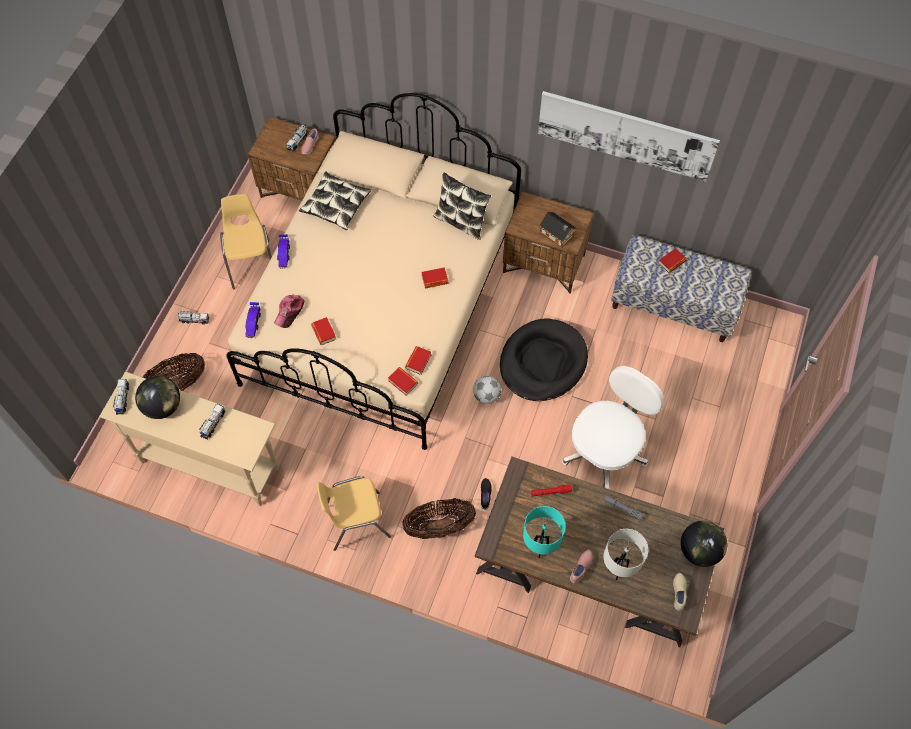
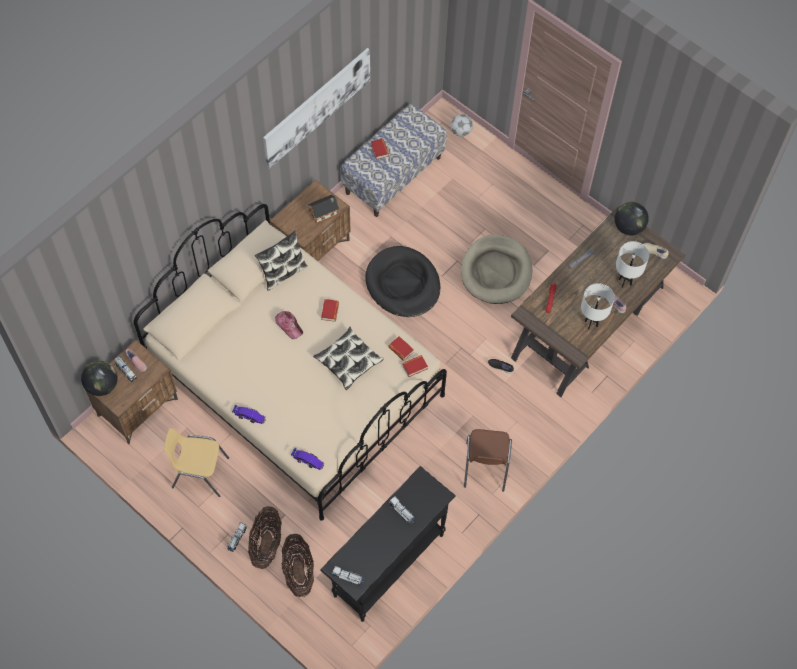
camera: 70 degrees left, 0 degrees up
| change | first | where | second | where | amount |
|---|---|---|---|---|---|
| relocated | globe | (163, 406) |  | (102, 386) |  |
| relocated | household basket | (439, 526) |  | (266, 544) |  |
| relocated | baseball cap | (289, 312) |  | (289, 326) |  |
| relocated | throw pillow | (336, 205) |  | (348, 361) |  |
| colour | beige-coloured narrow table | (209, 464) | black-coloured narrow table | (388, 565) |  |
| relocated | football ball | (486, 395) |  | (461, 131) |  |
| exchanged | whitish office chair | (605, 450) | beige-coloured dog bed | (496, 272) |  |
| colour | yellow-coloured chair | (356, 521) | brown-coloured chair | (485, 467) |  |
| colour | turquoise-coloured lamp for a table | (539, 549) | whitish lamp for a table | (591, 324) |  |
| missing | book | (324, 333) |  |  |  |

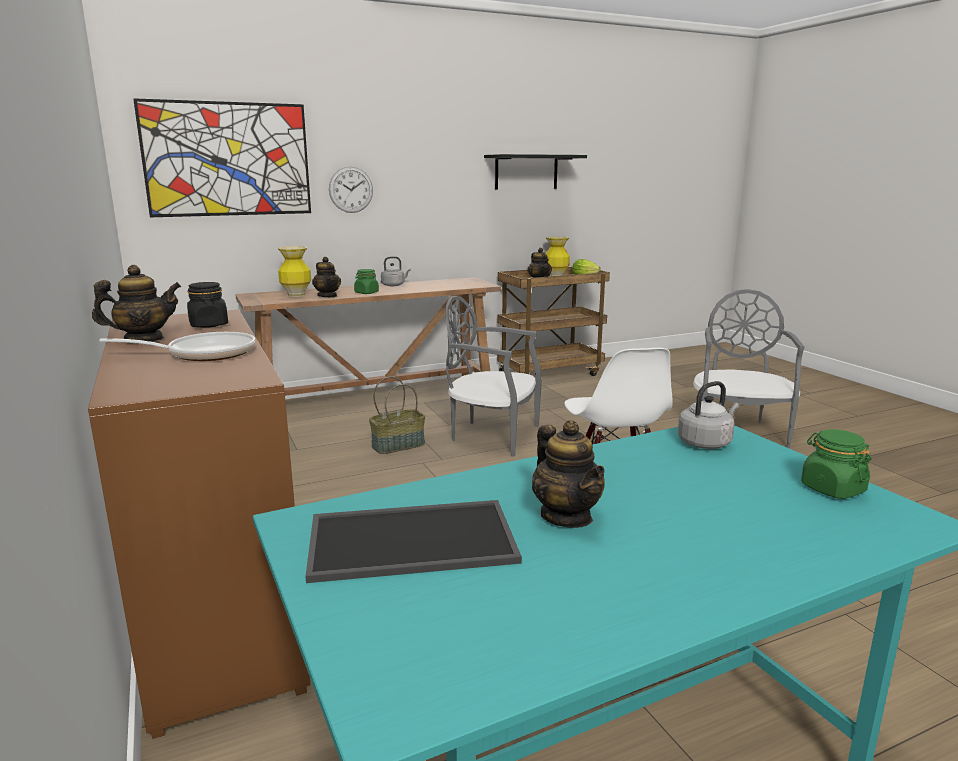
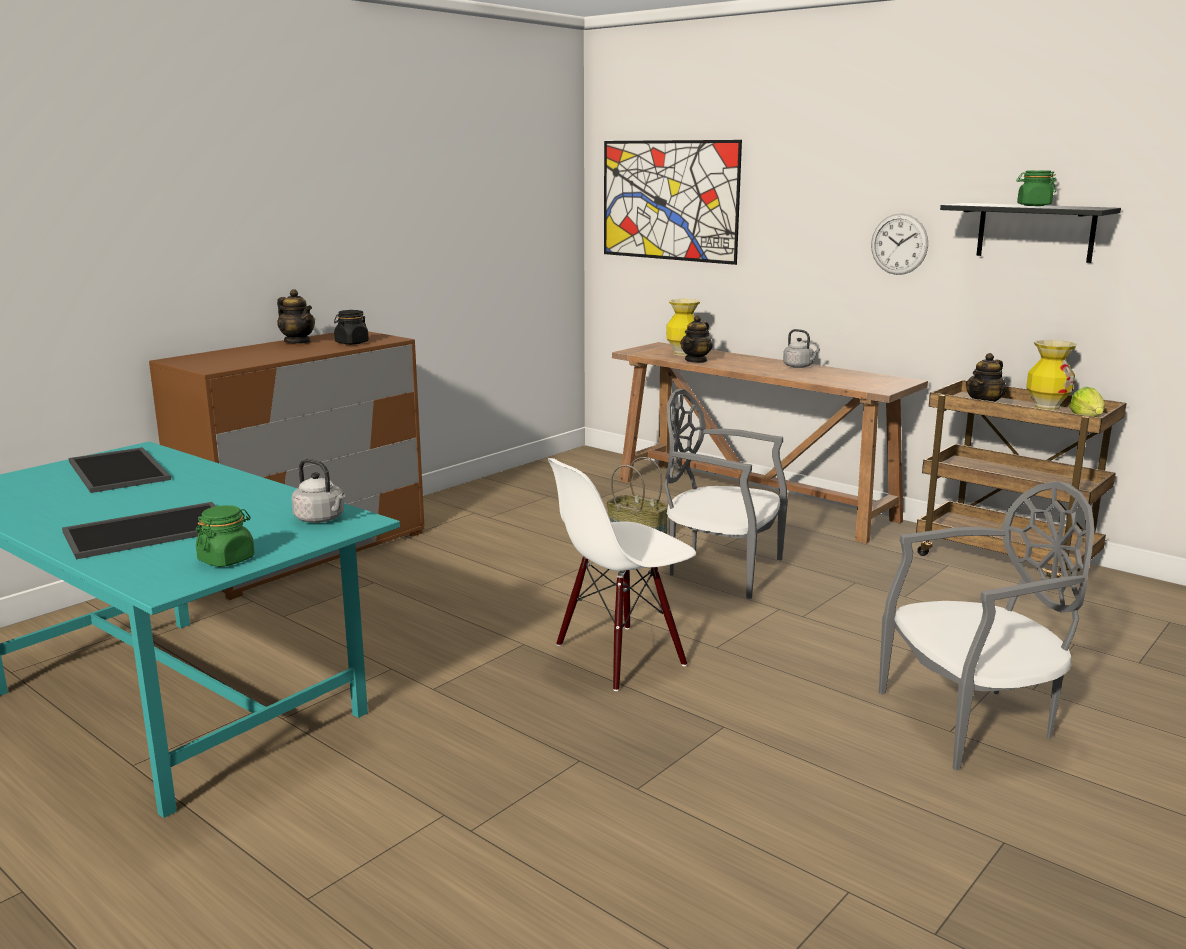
camera: 65 degrees right, 0 degrees up
| change | first | where | second | where | amount |
|---|---|---|---|---|---|
| appeared |  |  | carrying tray | (150, 530) |  |
| spun | greyish chair | (492, 435) |  | (721, 570) | 60 degrees counterclockwise |
| relocated | wall clock | (351, 189) |  | (899, 244) |  |
| relocated | green preserve jar | (366, 293) |  | (1033, 205) |  |
| missing | frying pan | (204, 353) |  |  |  |
| missing | tea pot | (566, 516) |  |  |  |

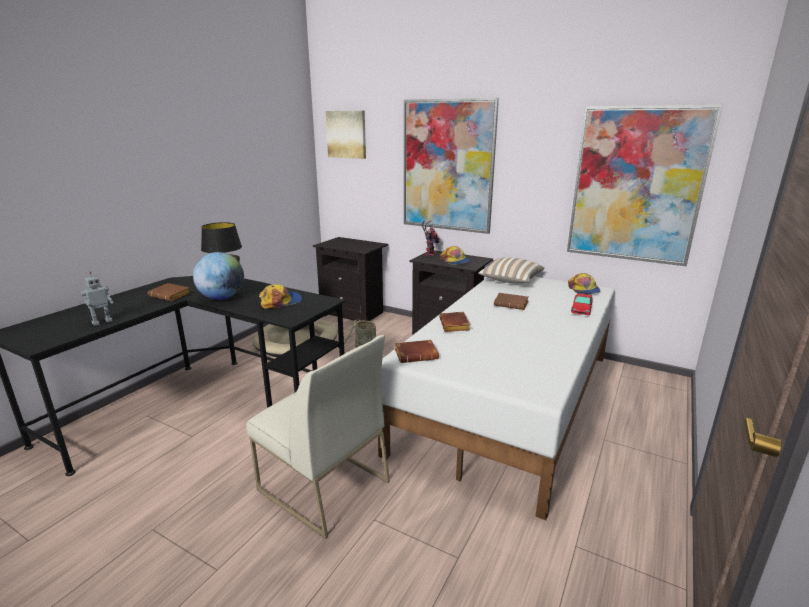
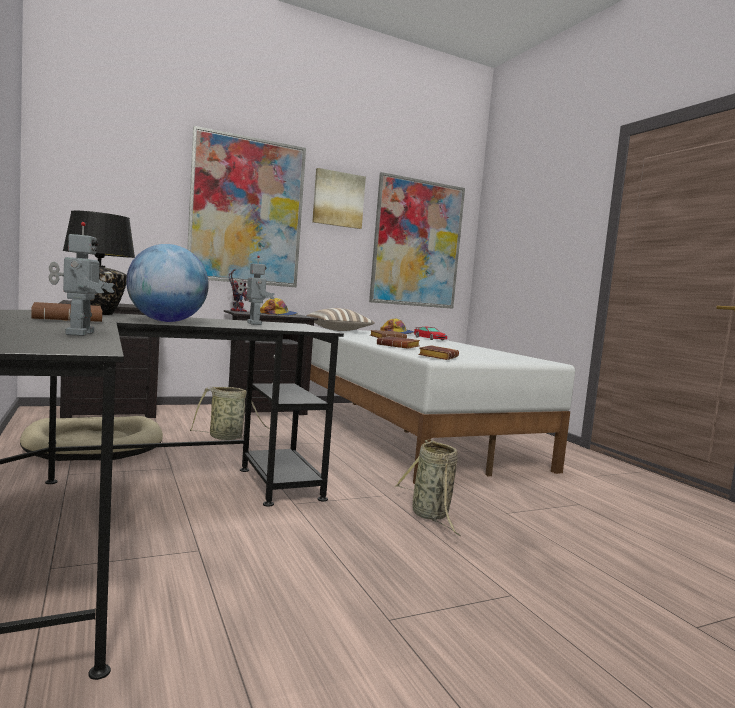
camera: 55 degrees left, 15 degrees down
| change | first | where | second | where | amount |
|---|---|---|---|---|---|
| exchanged | baseball cap | (280, 301) | toy robot | (252, 323) |  |
| relocated | picture | (346, 134) |  | (338, 199) |  |
| exchanged | whitish chair | (322, 486) | household basket | (431, 516) |  |

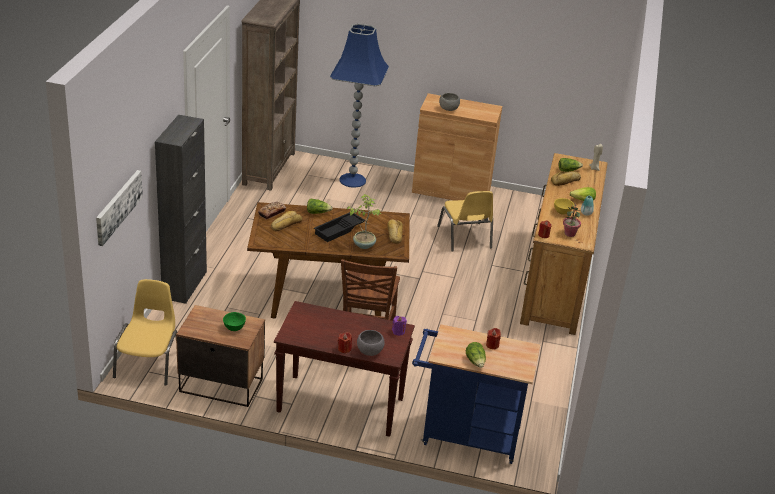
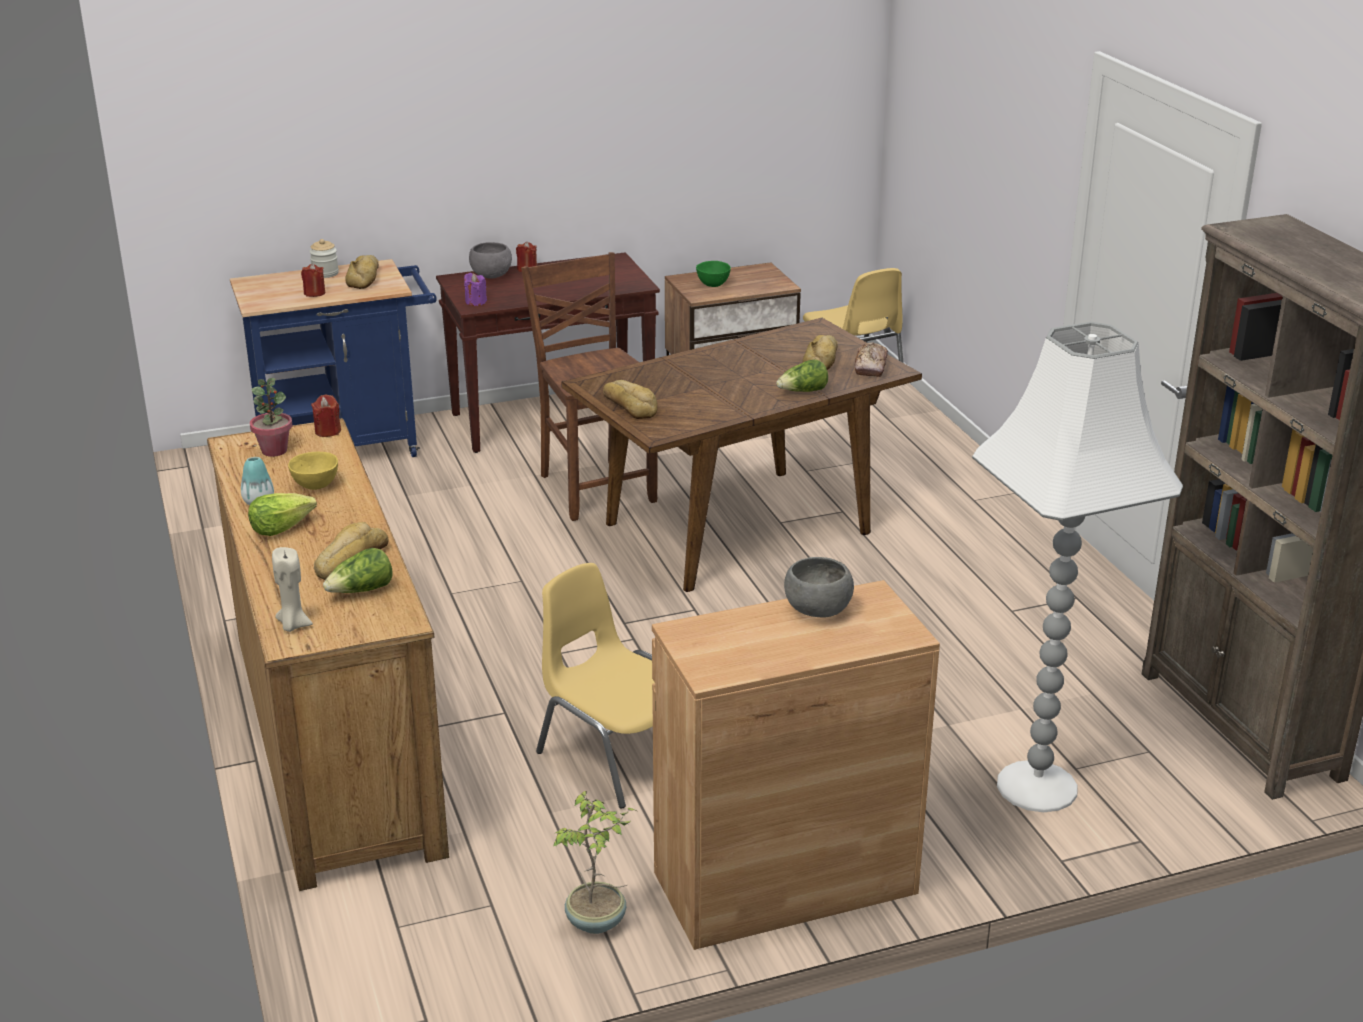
camera: 150 degrees right, 5 degrees down
| change | first | where | second | where | amount |
|---|---|---|---|---|---|
| exchanged | head of lettuce | (475, 362) | preserve jar | (325, 273) |  |
| appeared |  |  | bread | (365, 277) |  |
| relocated | plant in a pot | (363, 245) |  | (597, 922) |  |
| colour | blue standard lamp | (352, 180) | whitish standard lamp | (1037, 785) |  |
| missing | picture | (118, 206) |  |  |  |
| missing | black-coloured storage cabinet | (184, 285) |  |  |  |
| missing | black-coloured carrying tray | (339, 230) |  |  |  |

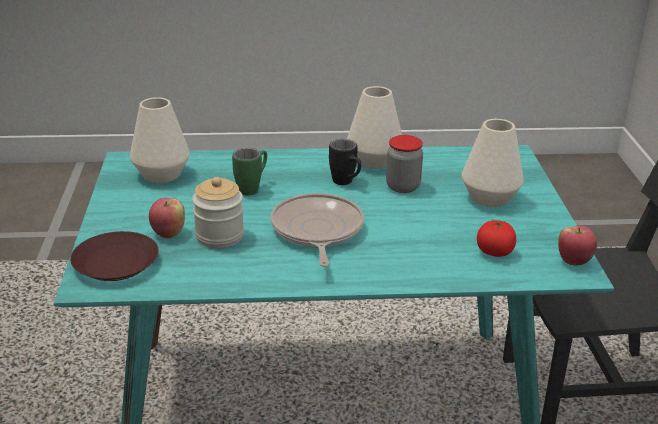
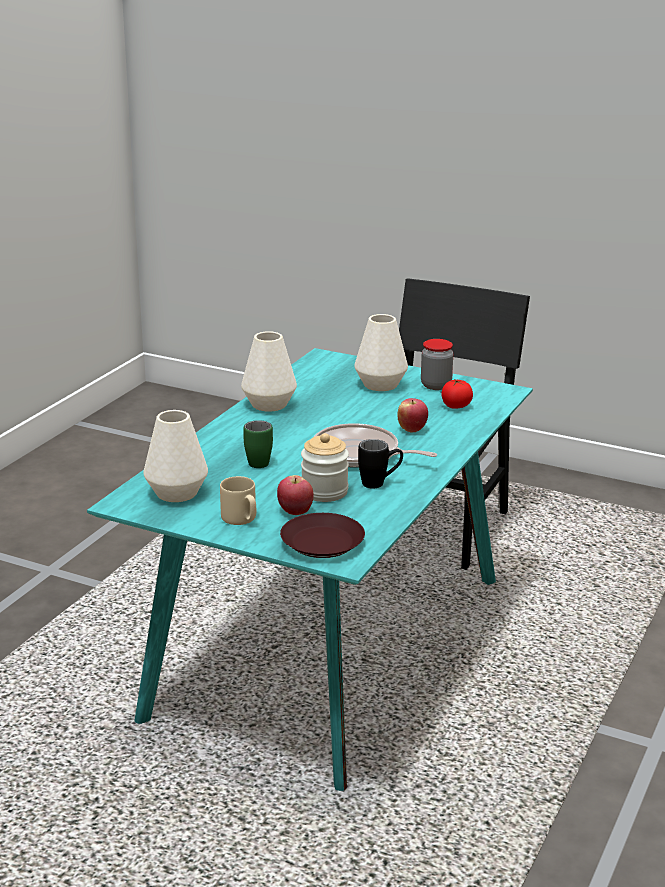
camera: 60 degrees left, 5 degrees down
| change | first | where | second | where | amount |
|---|---|---|---|---|---|
| appeared |  |  | beige-coloured mug | (241, 519) |  |
| relocated | black-coloured mug | (346, 183) |  | (380, 483) |  |
| relocated | apple | (574, 261) |  | (412, 429) |  |
| relocated | preserve jar | (403, 187) |  | (436, 385) |  |

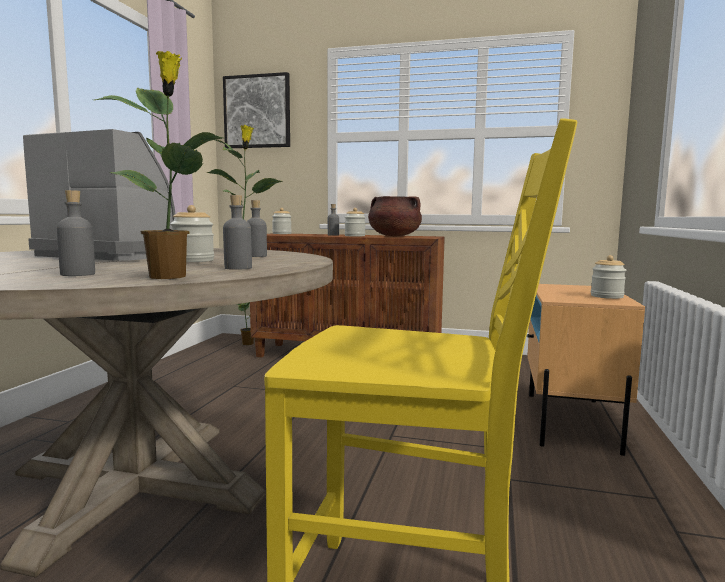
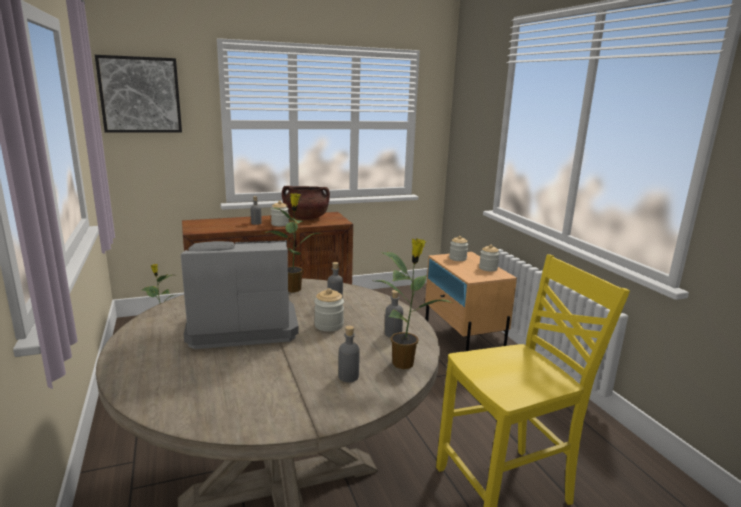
camera: 35 degrees left, 10 degrees up
| change | first | where | second | where | amount |
|---|---|---|---|---|---|
| relocated | preserve jar | (282, 233) |  | (457, 258) |  |

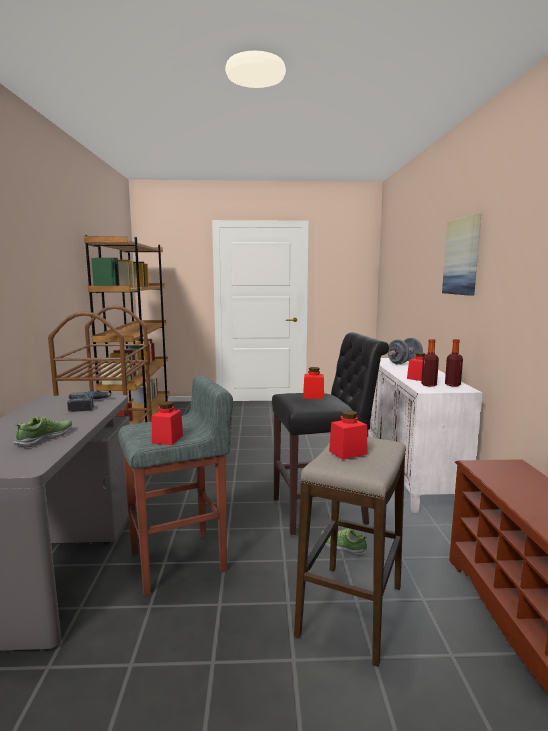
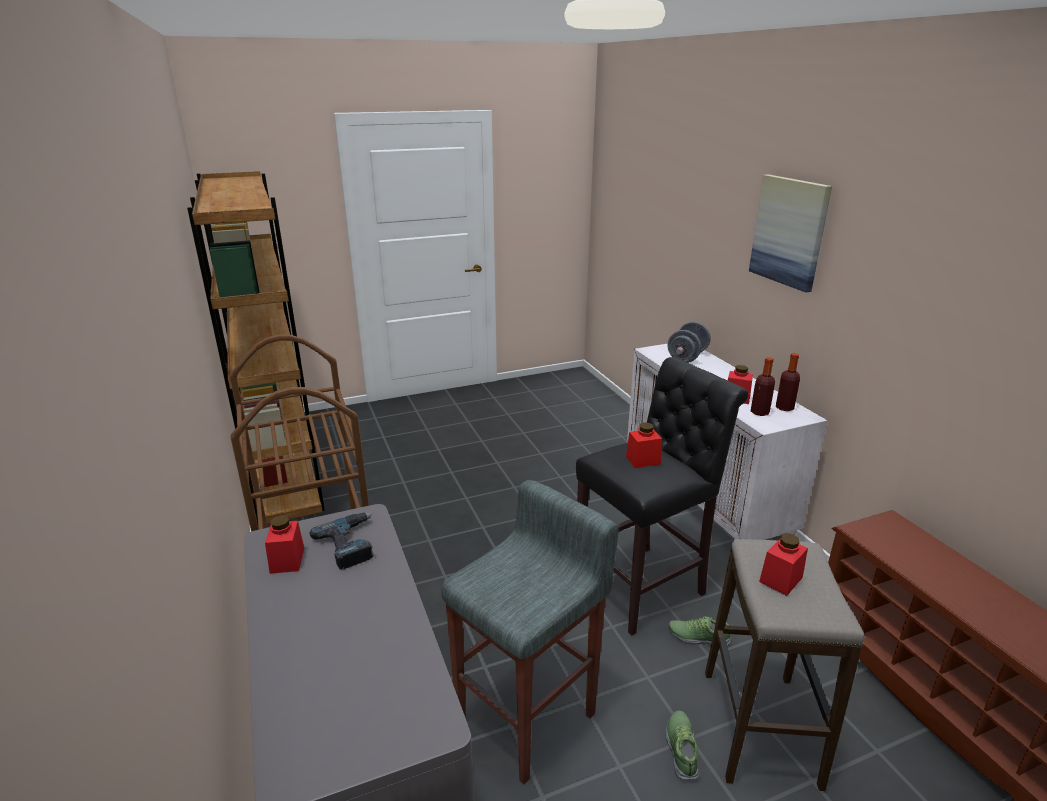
camera: 20 degrees left, 15 degrees up
| change | first | where | second | where | amount |
|---|---|---|---|---|---|
| relocated | red-coloured preserve jar | (167, 439) |  | (287, 560) |  |
| relocated | shoe | (45, 438) |  | (682, 749) |  |

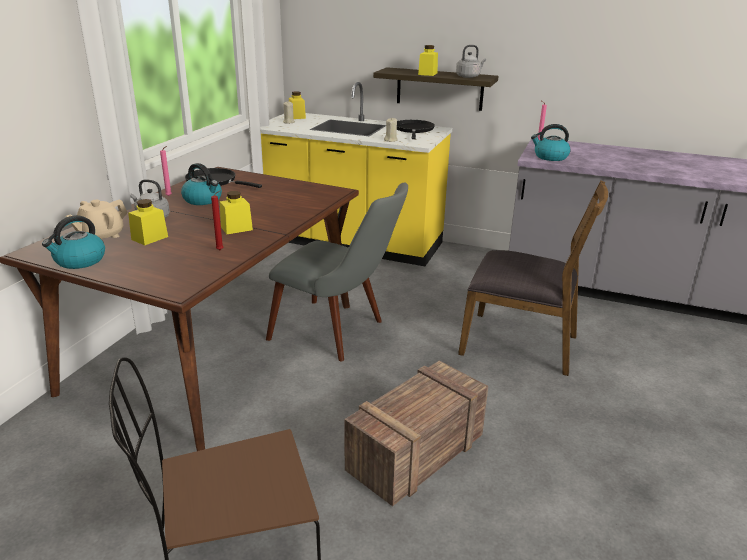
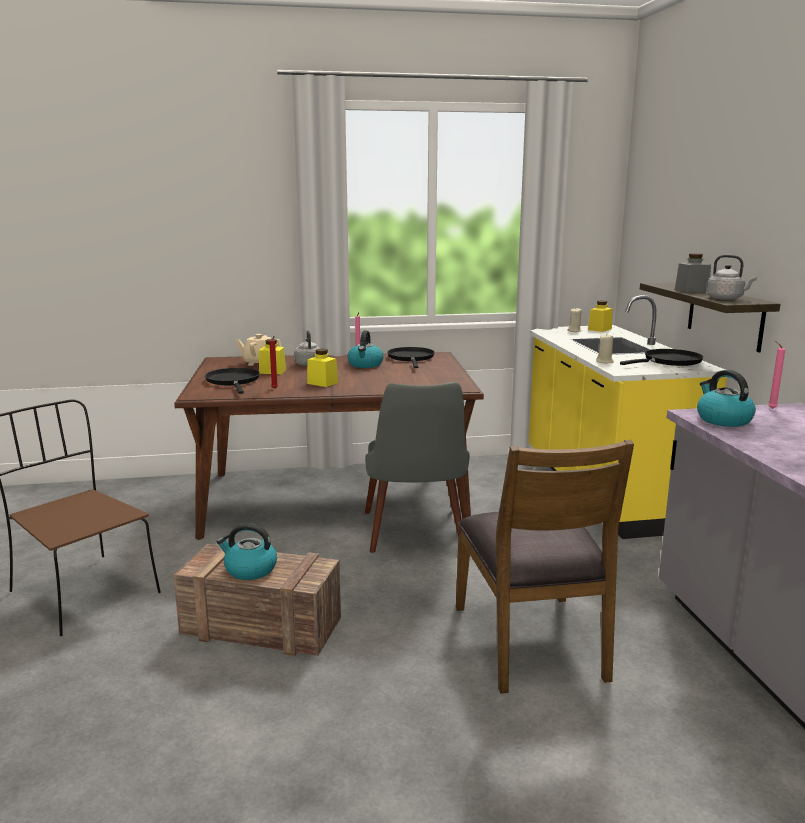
camera: 60 degrees right, 10 degrees down
| change | first | where | second | where | amount |
|---|---|---|---|---|---|
| appeared |  |  | black-coloured frying pan | (233, 381) |  |
| relocated | tea kettle | (79, 261) |  | (249, 570) |  |
| colour | yellow-coloured preserve jar | (427, 74) | greyish preserve jar | (691, 290) |  |

